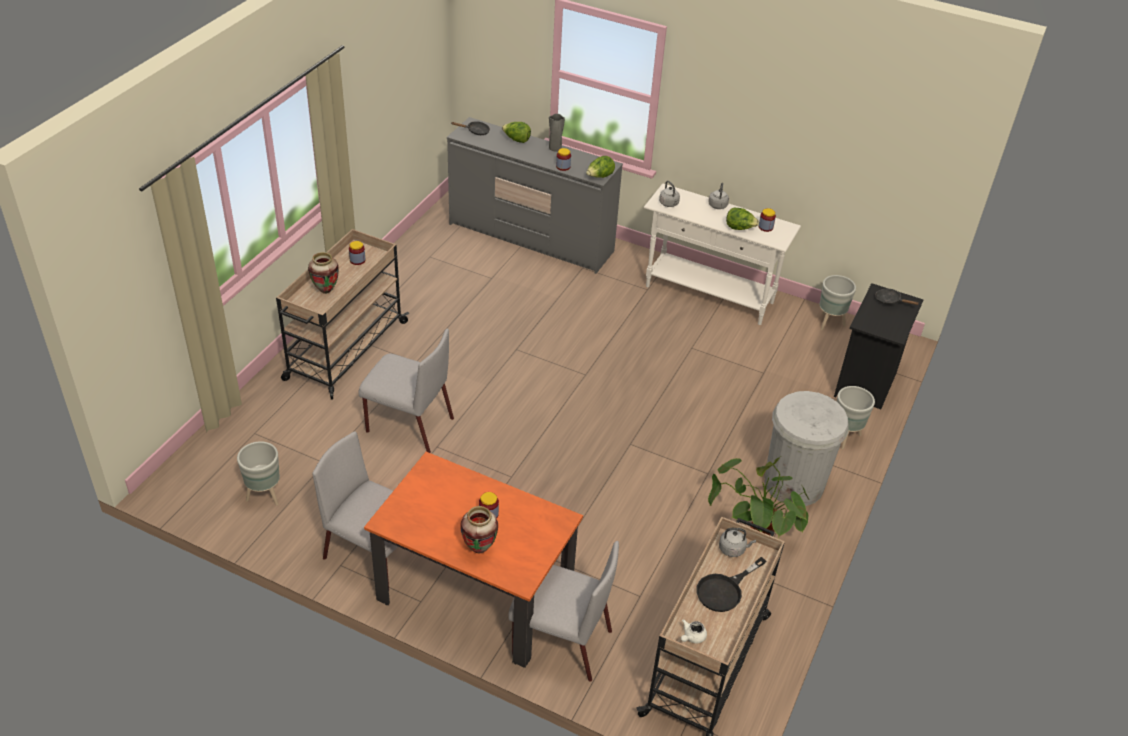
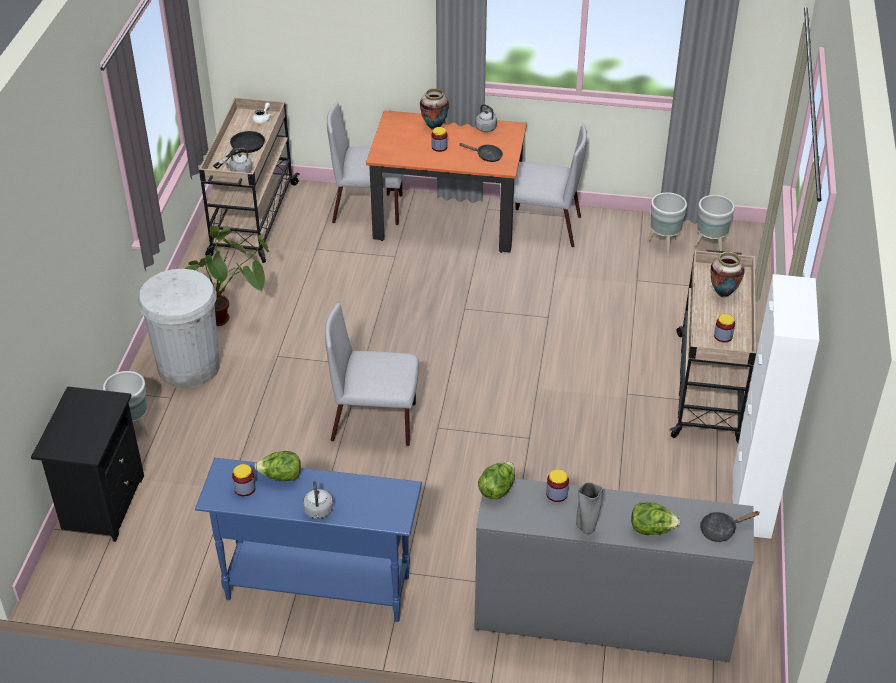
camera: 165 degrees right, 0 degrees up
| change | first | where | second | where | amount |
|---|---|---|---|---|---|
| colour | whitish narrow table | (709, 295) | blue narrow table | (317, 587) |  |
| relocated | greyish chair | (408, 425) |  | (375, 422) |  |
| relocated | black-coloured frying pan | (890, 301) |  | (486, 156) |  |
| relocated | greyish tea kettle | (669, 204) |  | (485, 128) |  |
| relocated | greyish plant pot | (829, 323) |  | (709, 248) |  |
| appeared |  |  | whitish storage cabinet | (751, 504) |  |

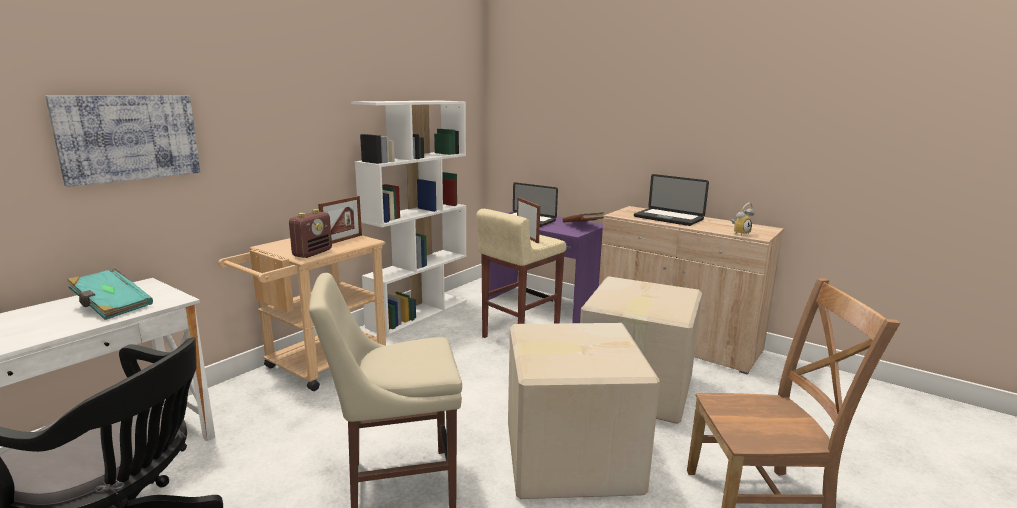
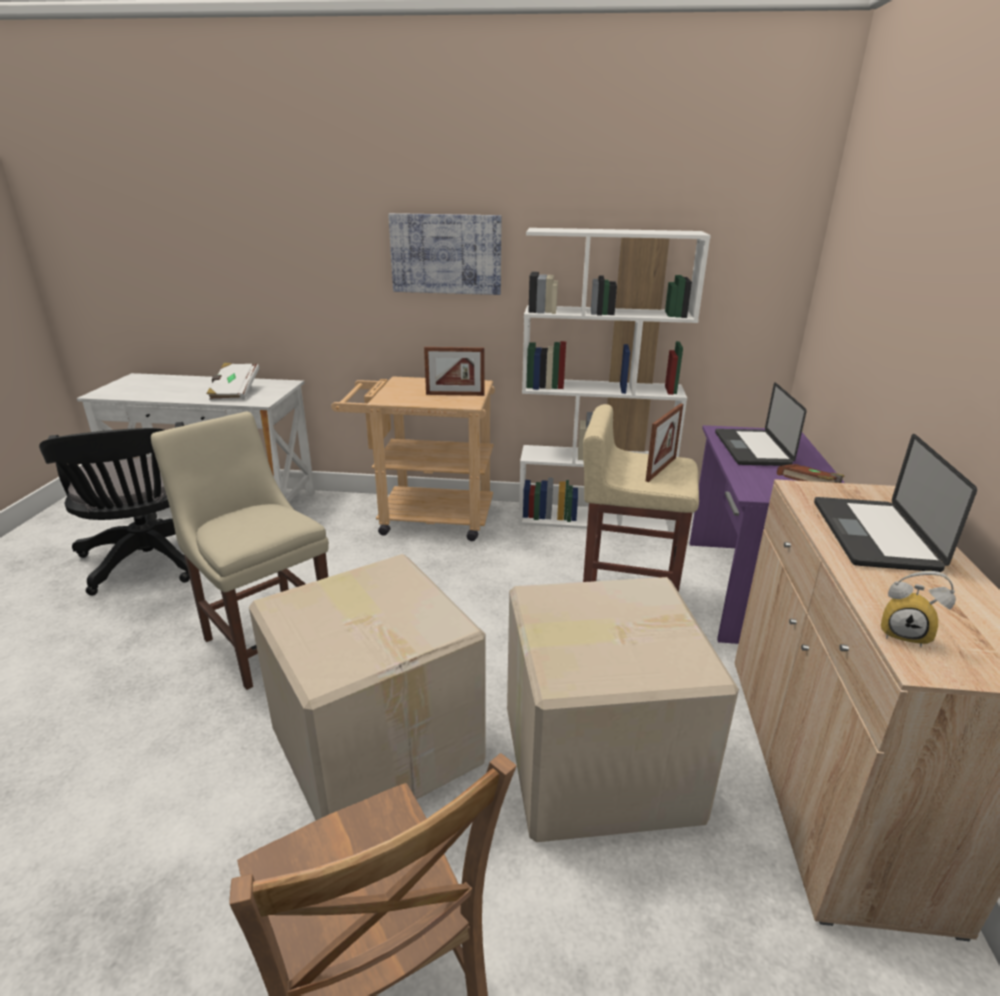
camera: 60 degrees right, 10 degrees up
| change | first | where | second | where | amount |
|---|---|---|---|---|---|
| colour | turquoise-coloured book | (111, 307) | whitish book | (234, 392) |  |
| relocated | picture | (129, 137) |  | (446, 254) |  |
| missing | radio set | (312, 253) |  |  |  |

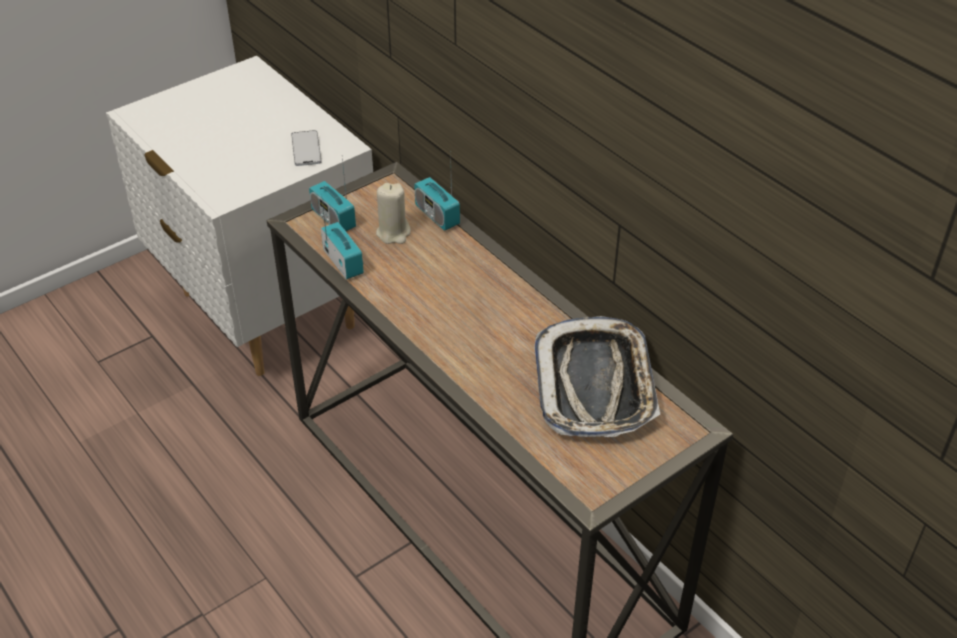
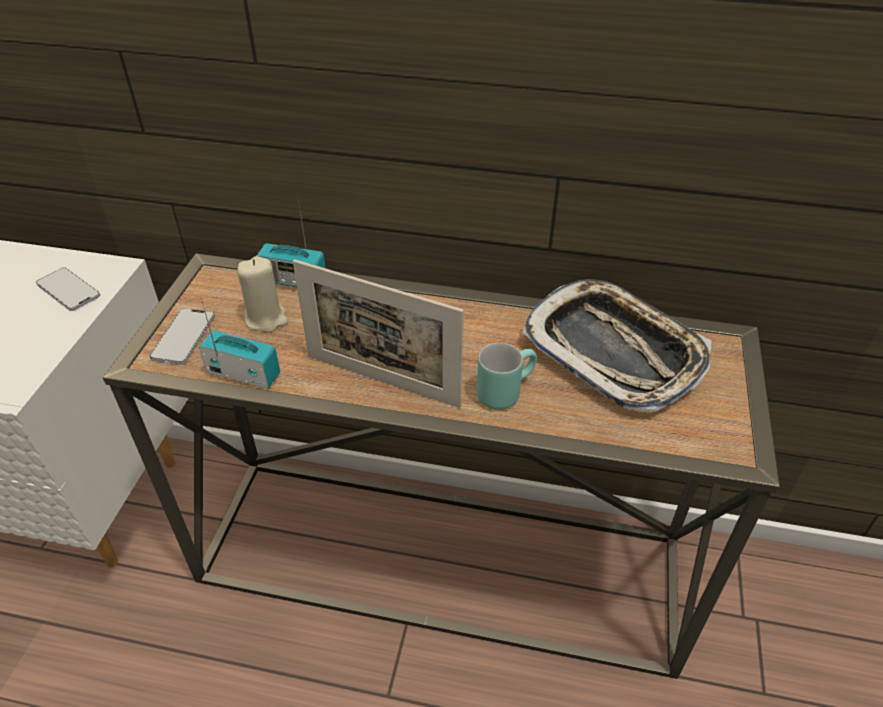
camera: 40 degrees left, 0 degrees up
| change | first | where | second | where | amount |
|---|---|---|---|---|---|
| exchanged | radio set | (333, 219) | handset | (183, 337) |  |
| appeared |  |  | photo frame | (382, 381) |  |
| appeared |  |  | turquoise-coloured mug | (504, 390) |  |

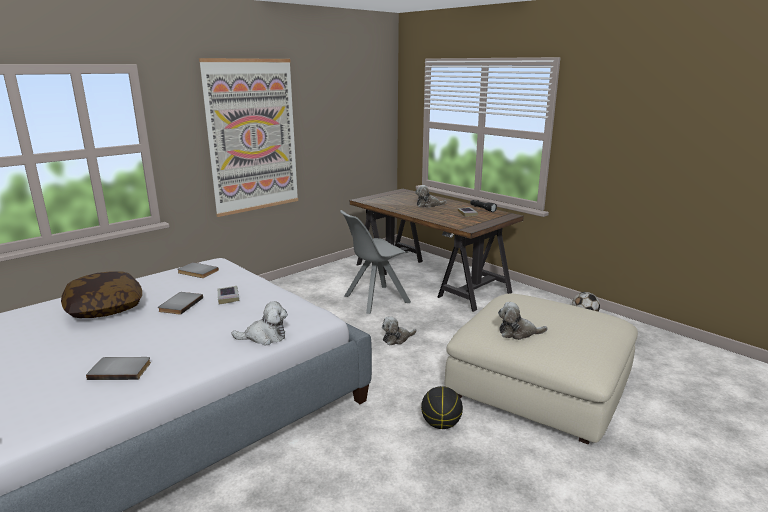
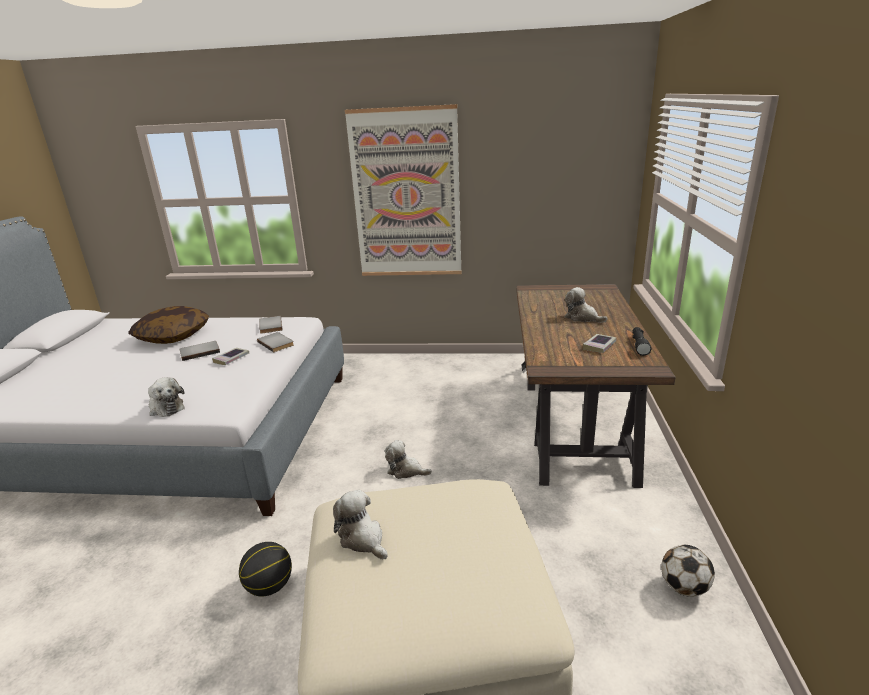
camera: 50 degrees right, 5 degrees up
| change | first | where | second | where | amount |
|---|---|---|---|---|---|
| relocated | greyish book | (121, 369) |  | (277, 343) |  |
| missing | greyish chair | (374, 300) |  |  |  |

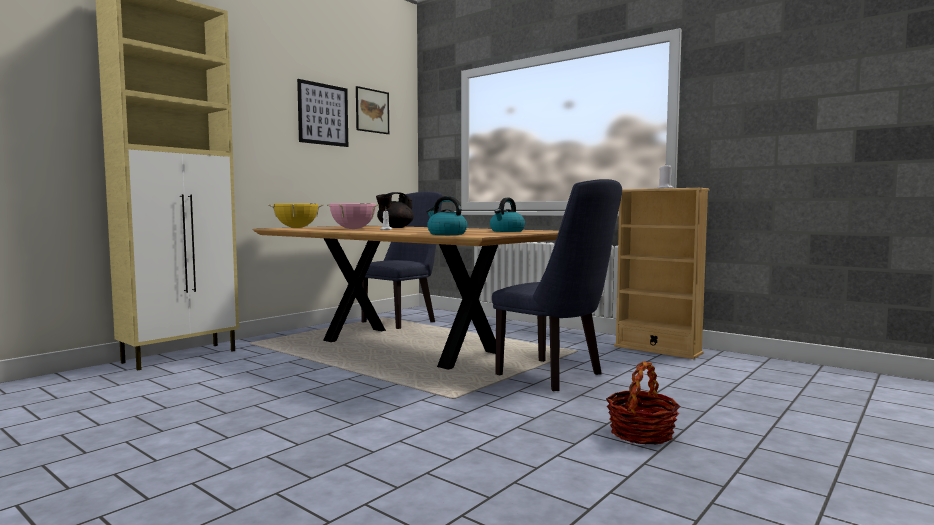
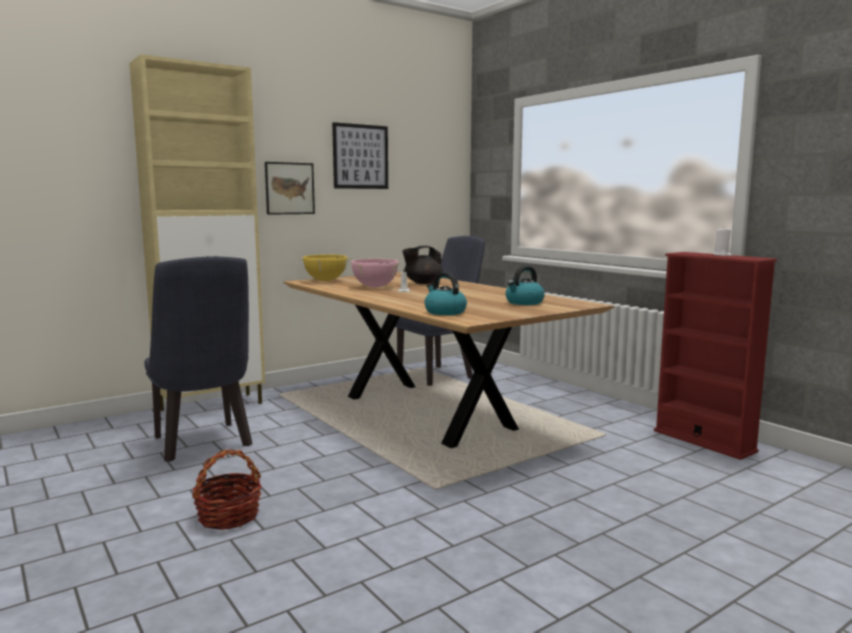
camera: 15 degrees right, 5 degrees up
| change | first | where | second | where | amount |
|---|---|---|---|---|---|
| relocated | blue chair | (556, 376) |  | (204, 444) |  |
| relocated | household basket | (641, 434) |  | (228, 516) |  |
| relocated | picture | (372, 111) |  | (289, 188) |  |
| colour | beige-coloured bookcase | (657, 350) | red-coloured bookcase | (703, 441) |  |

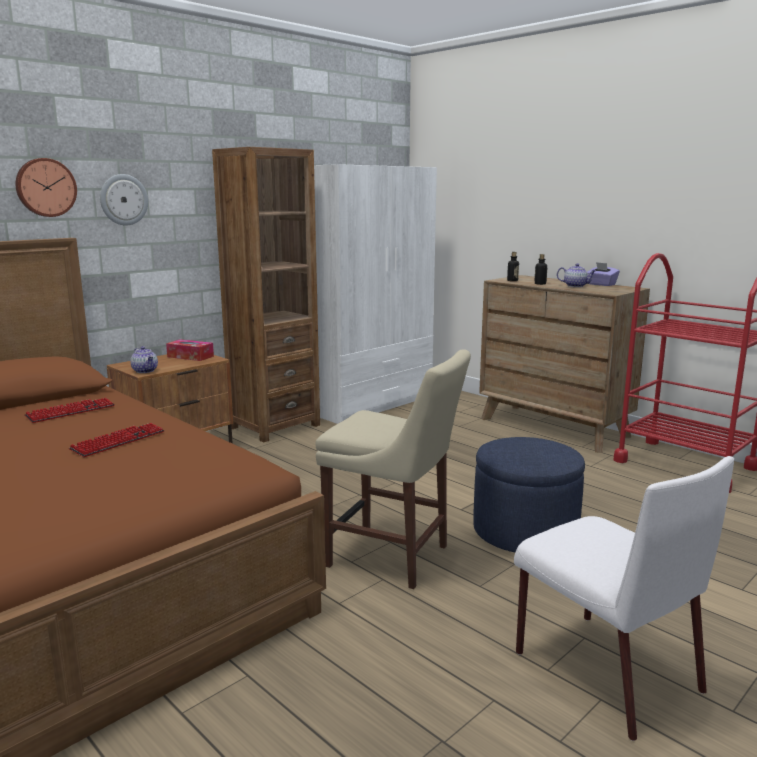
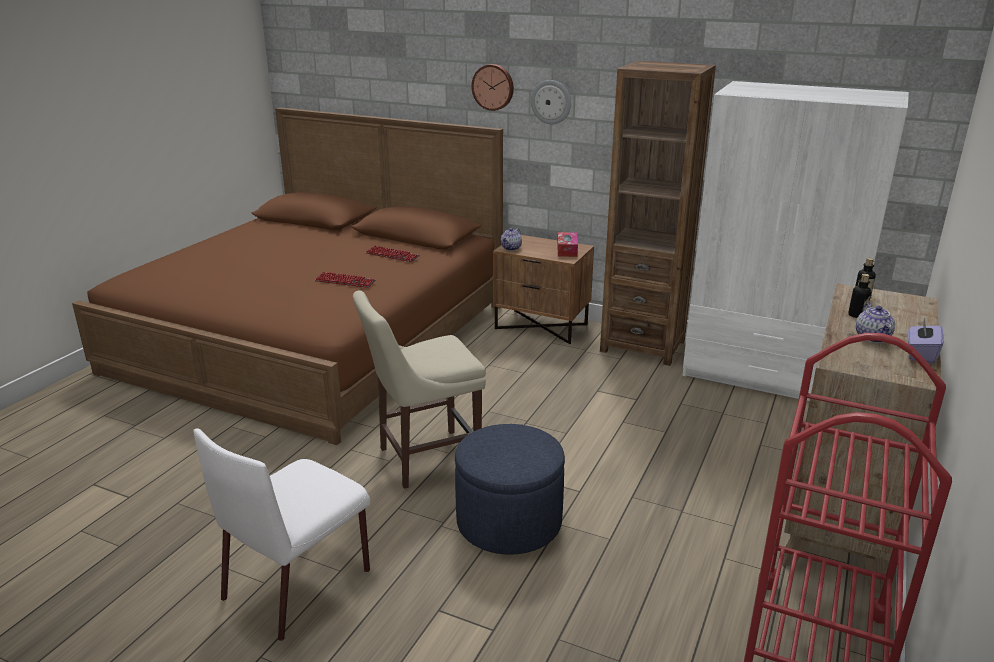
camera: 70 degrees right, 10 degrees up
| change | first | where | second | where | amount |
|---|---|---|---|---|---|
| spun | beige-coloured chair | (393, 557) |  | (424, 459) | 60 degrees clockwise |

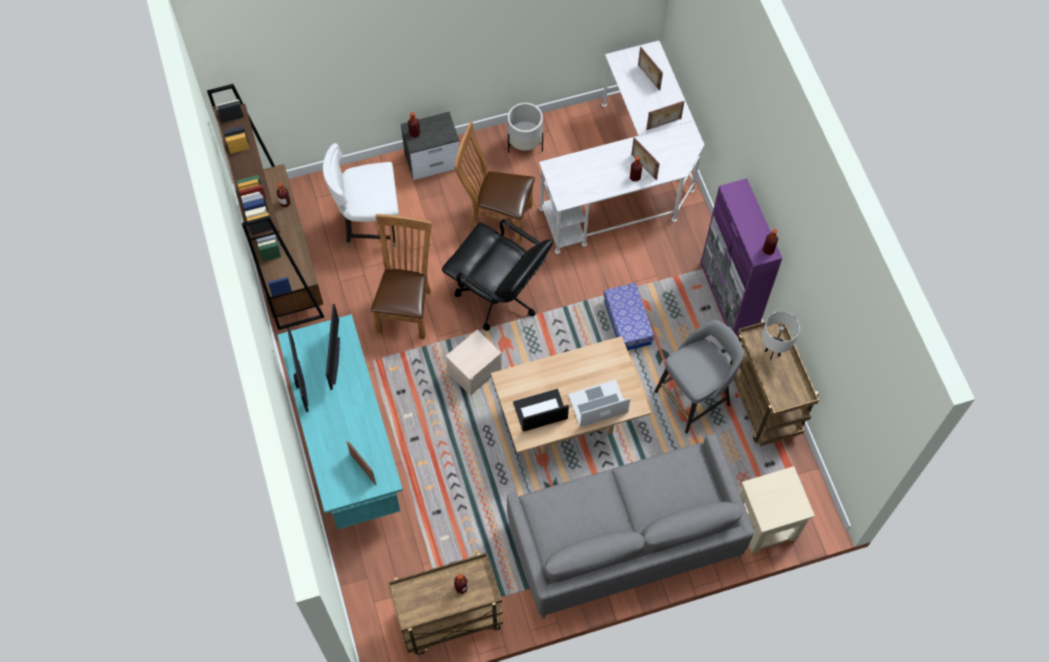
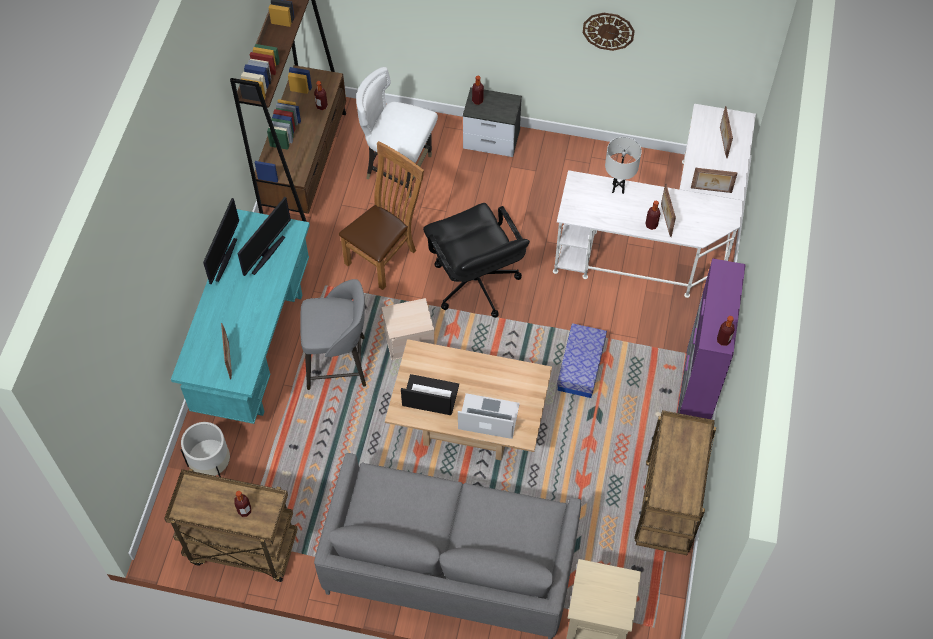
camera: 30 degrees right, 5 degrees down
| change | first | where | second | where | amount |
|---|---|---|---|---|---|
| relocated | whitish plant pot | (525, 143) |  | (211, 465) |  |
| relocated | greyish stool seat | (694, 397) |  | (339, 363) |  |
| appeared |  |  | wall clock | (608, 30) |  |
| relocated | whitish lamp for a table | (772, 353) |  | (618, 188) |  |
| missing | brown-coloured chair | (496, 216) |  |  |  |

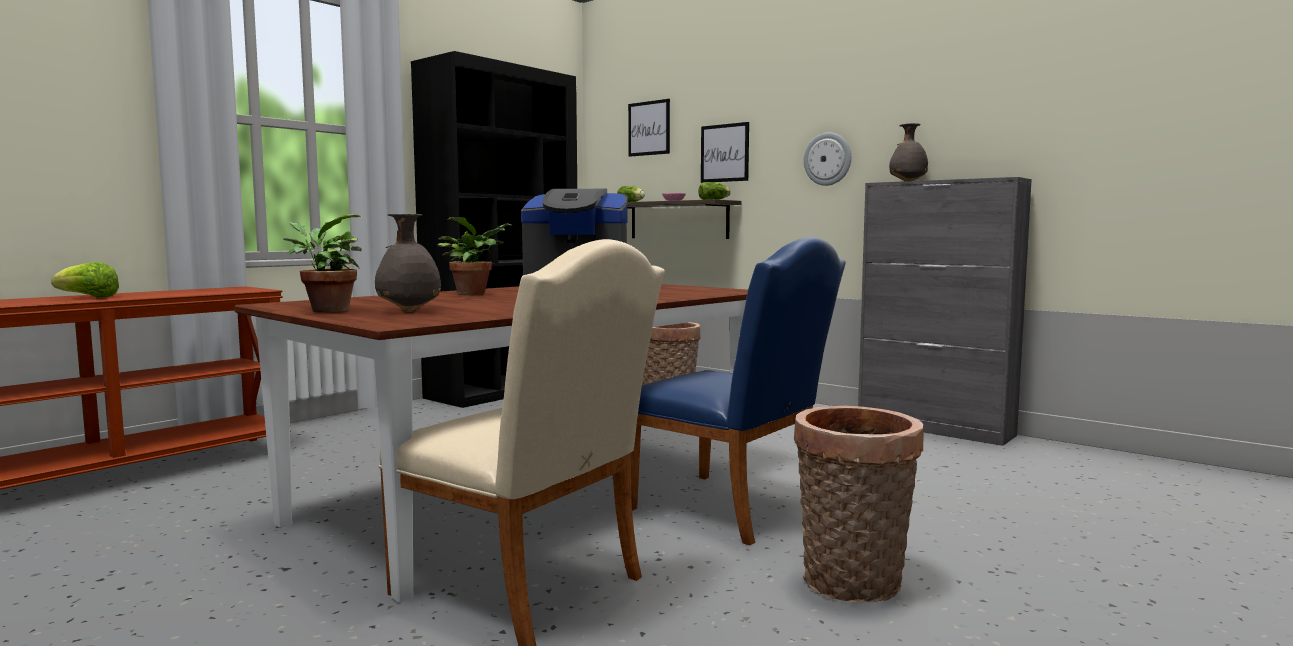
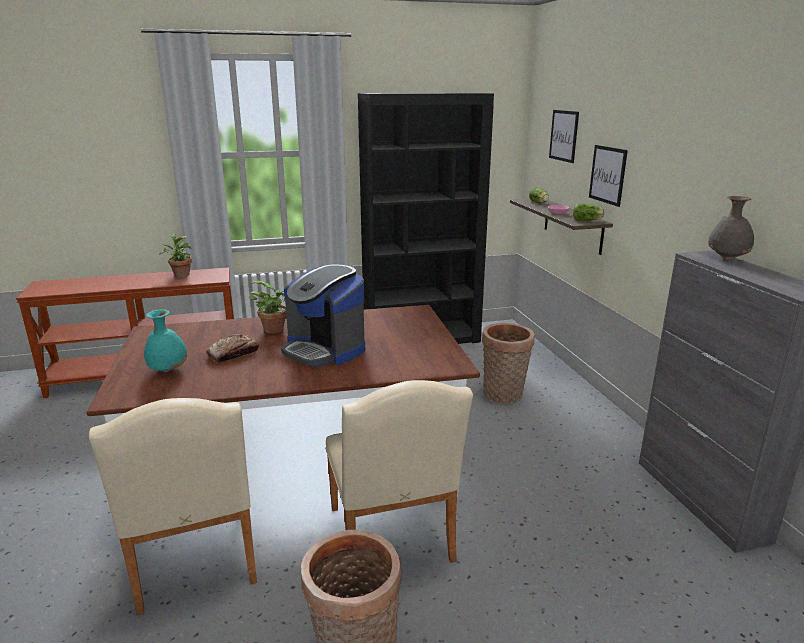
camera: 35 degrees right, 15 degrees up
| change | first | where | second | where | amount |
|---|---|---|---|---|---|
| colour | greyish decorative vase | (409, 311) | turquoise-coloured decorative vase | (168, 370) |  |
| relocated | plant in a pot | (325, 310) |  | (180, 274) |  |
| appeared |  |  | bread | (233, 354) |  |
| colour | blue chair | (734, 510) | beige-coloured chair | (392, 540) |  |
| missing | head of lettuce | (88, 297) |  |  |  |
| missing | wall clock | (828, 159) |  |  |  |

